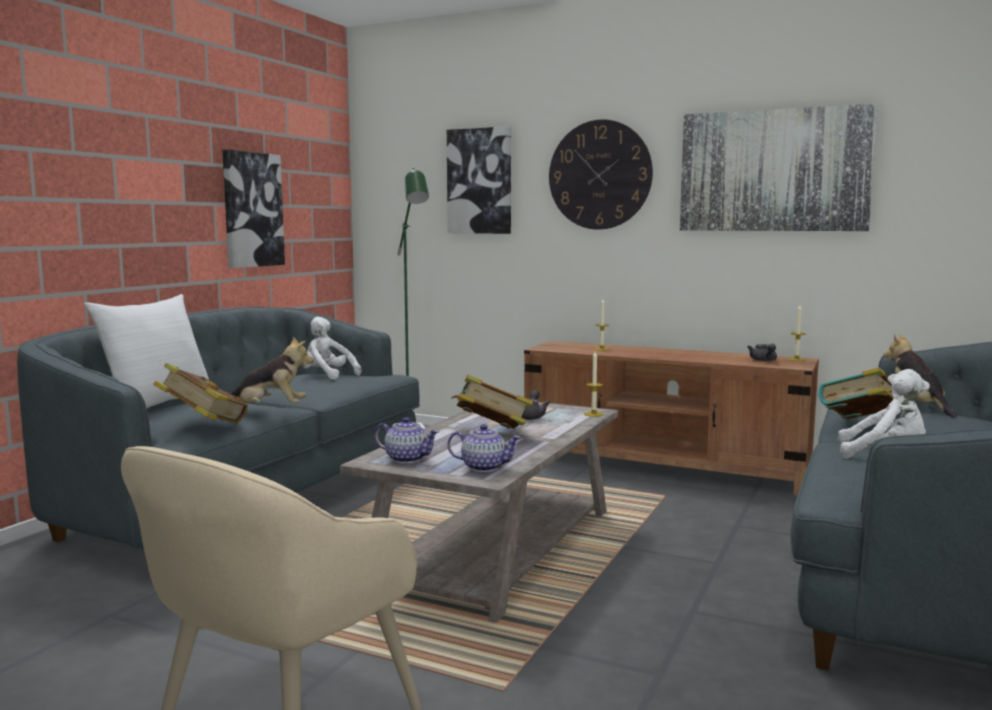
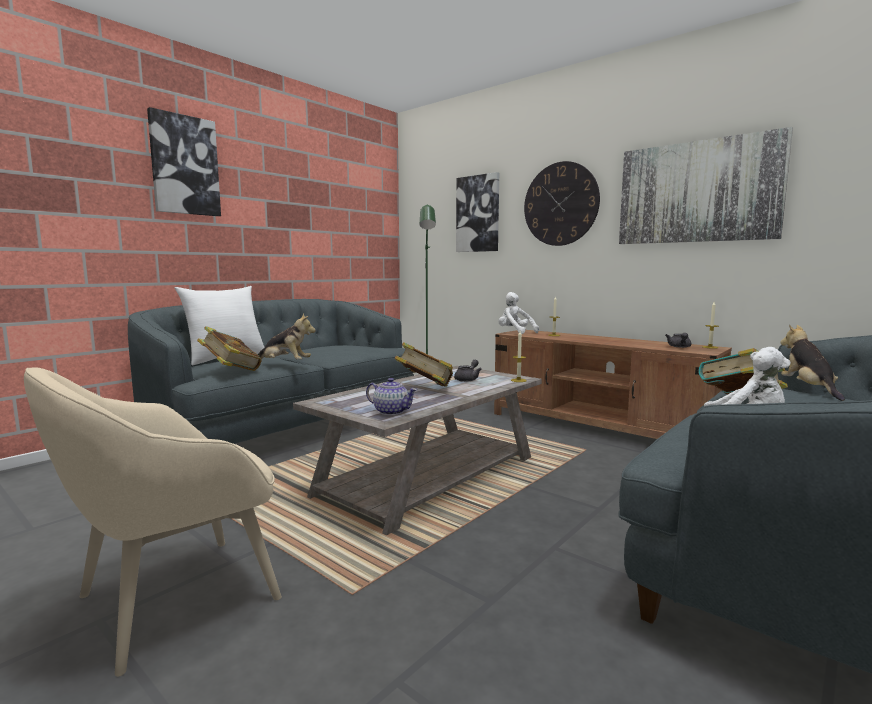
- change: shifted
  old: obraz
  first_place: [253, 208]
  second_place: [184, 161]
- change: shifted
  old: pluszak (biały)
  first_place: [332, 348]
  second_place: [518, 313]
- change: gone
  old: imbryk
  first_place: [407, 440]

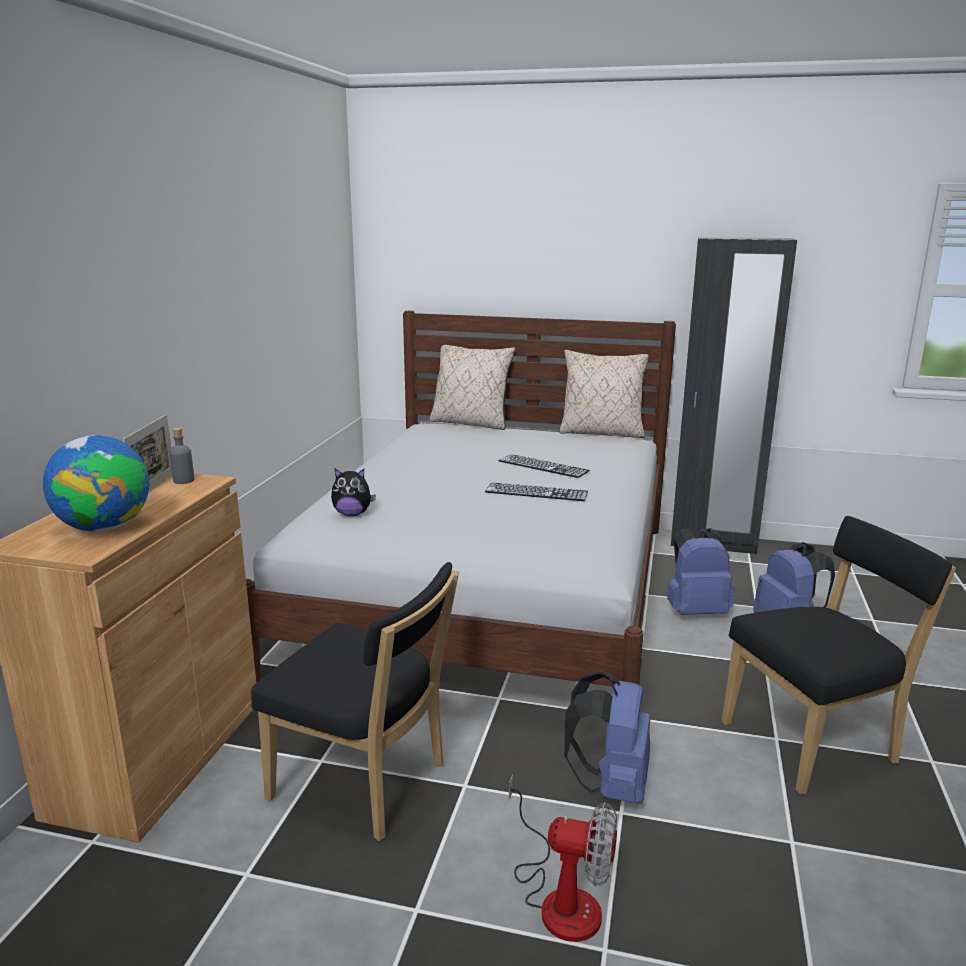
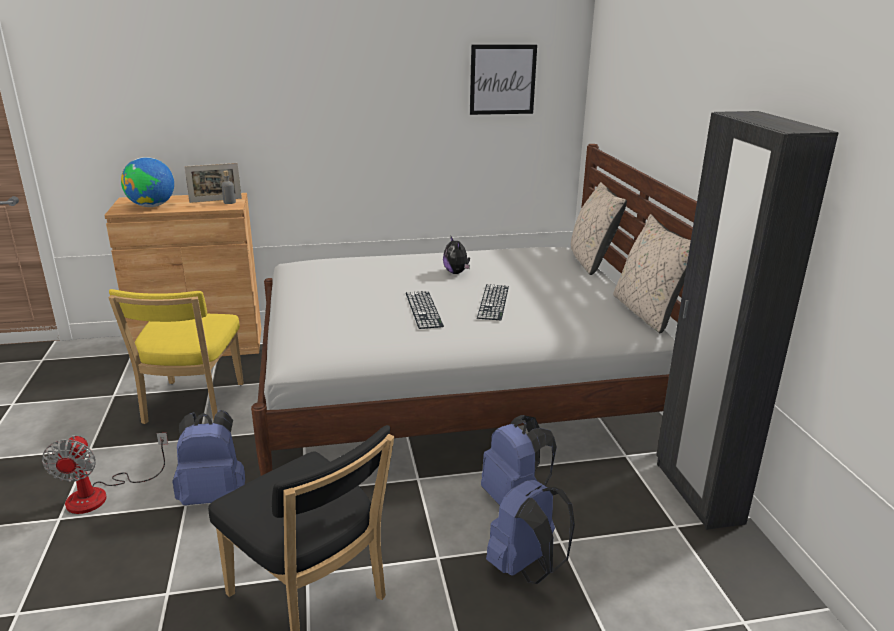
- change: repainted
  old: krzesło (czarny)
  new: krzesło (żółty)
  first_place: [355, 701]
  second_place: [176, 356]
- change: shifted
  old: pluszak
  first_place: [353, 492]
  second_place: [456, 254]
- change: new
  new: obraz
  second_place: [503, 80]

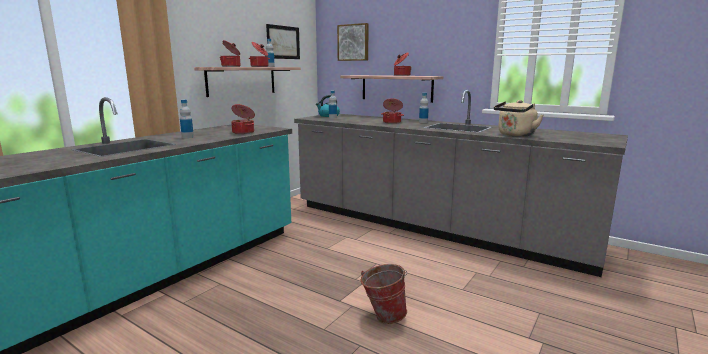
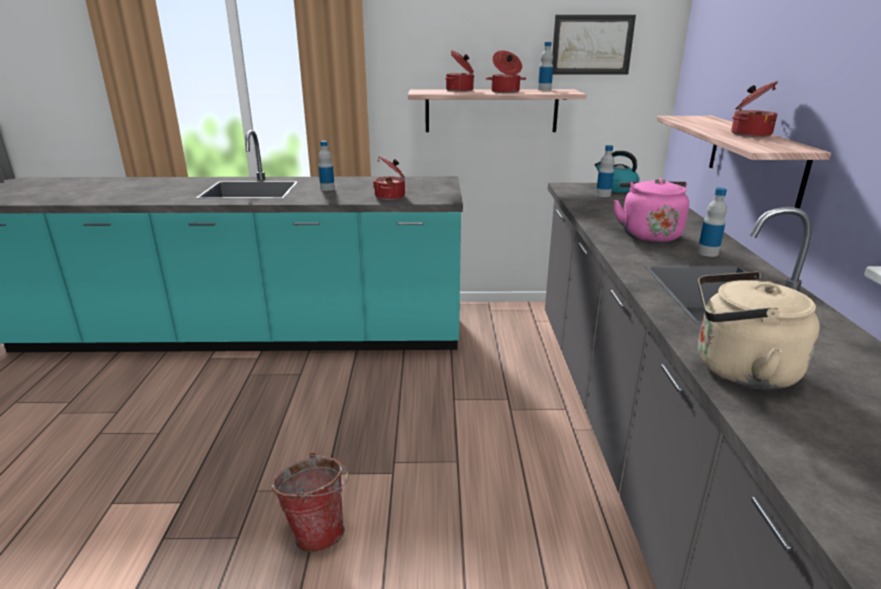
- change: swapped
  old: garnek
  new: czajnik (różowy)
  first_place: [392, 111]
  second_place: [651, 210]
- change: gone
  old: obraz
  first_place: [353, 42]

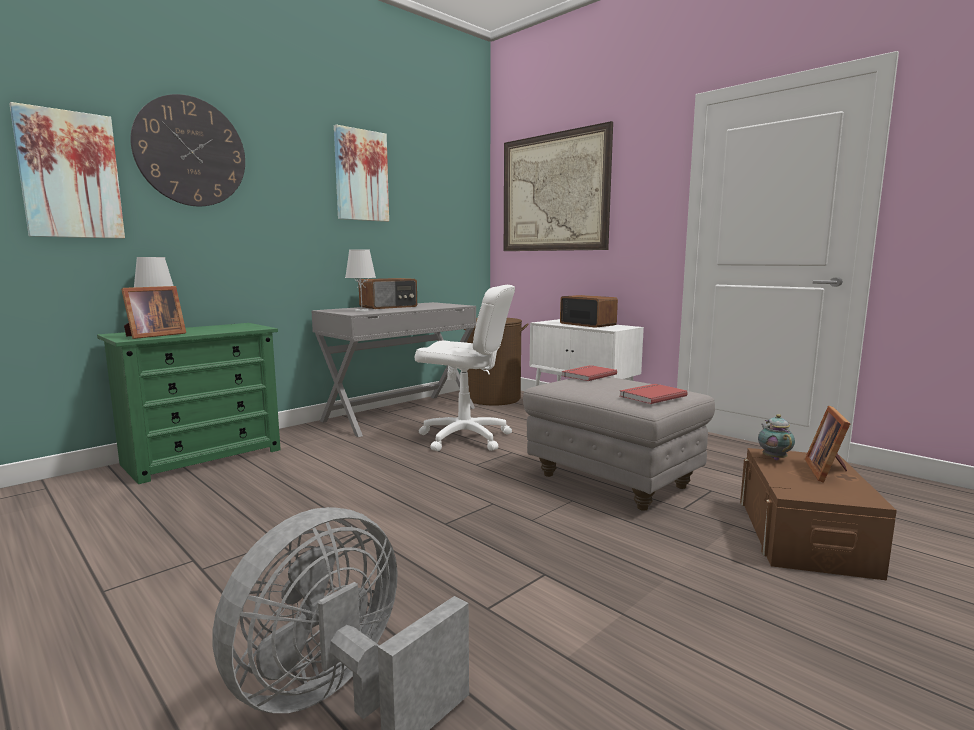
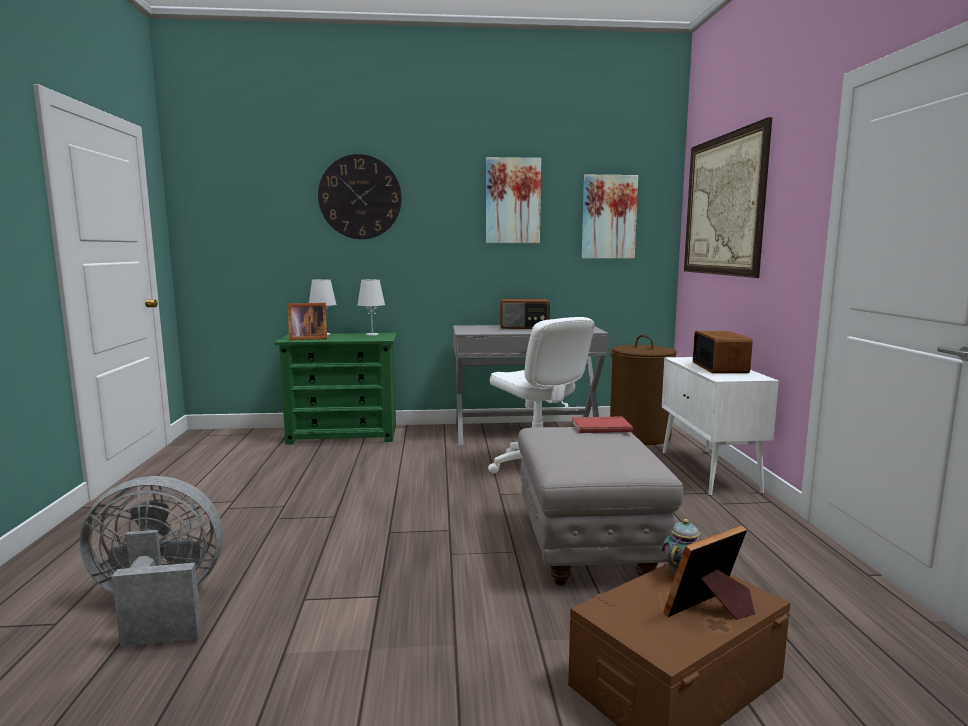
- change: shifted
  old: lampa stołowa (biały)
  first_place: [360, 280]
  second_place: [371, 307]
- change: shifted
  old: obraz
  first_place: [67, 170]
  second_place: [610, 217]
- change: gone
  old: książka (czerwony)
  first_place: [654, 394]

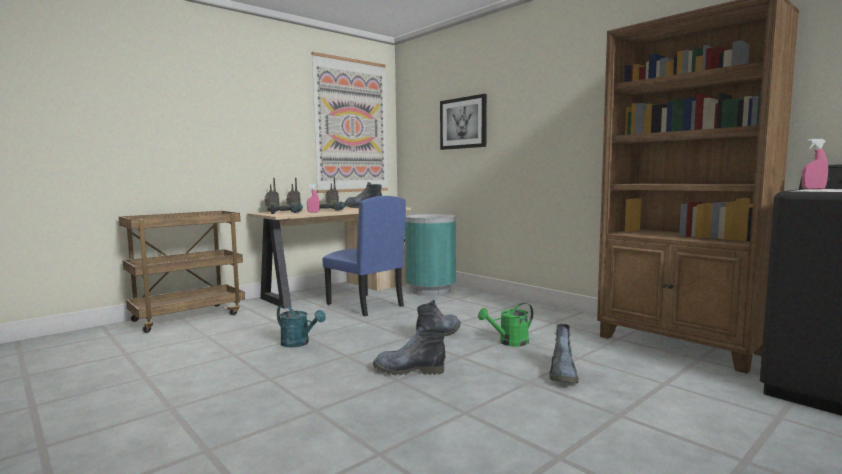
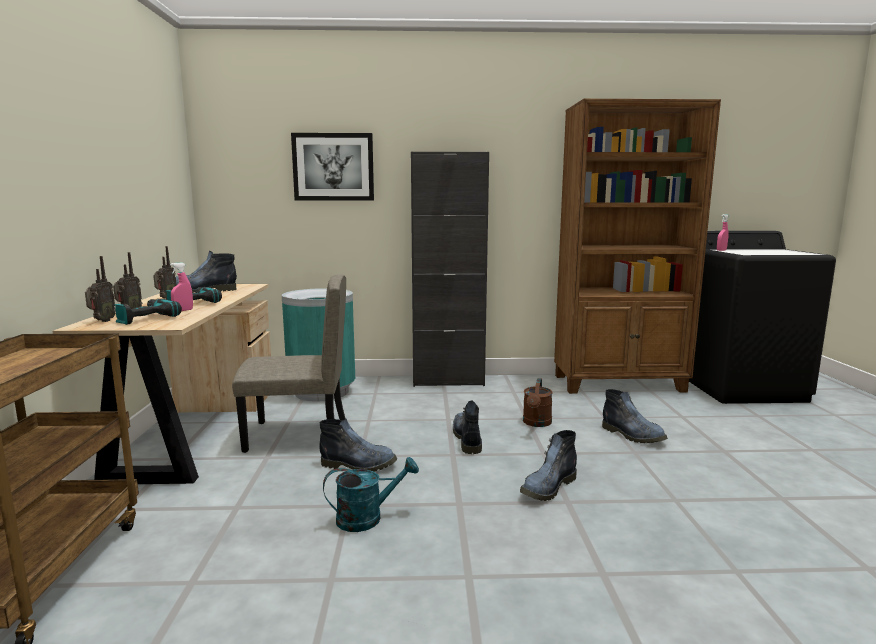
- change: repainted
  old: krzesło (niebieski)
  new: krzesło (beżowy)
  first_place: [364, 256]
  second_place: [289, 363]
- change: new
  new: but z cholewką
  second_place: [358, 445]
- change: new
  new: szafka (czarny)
  second_place: [450, 269]
- change: repainted
  old: konewka (zielony)
  new: konewka (brązowy)
  first_place: [505, 325]
  second_place: [538, 402]
- change: gone
  old: obraz
  first_place: [349, 122]

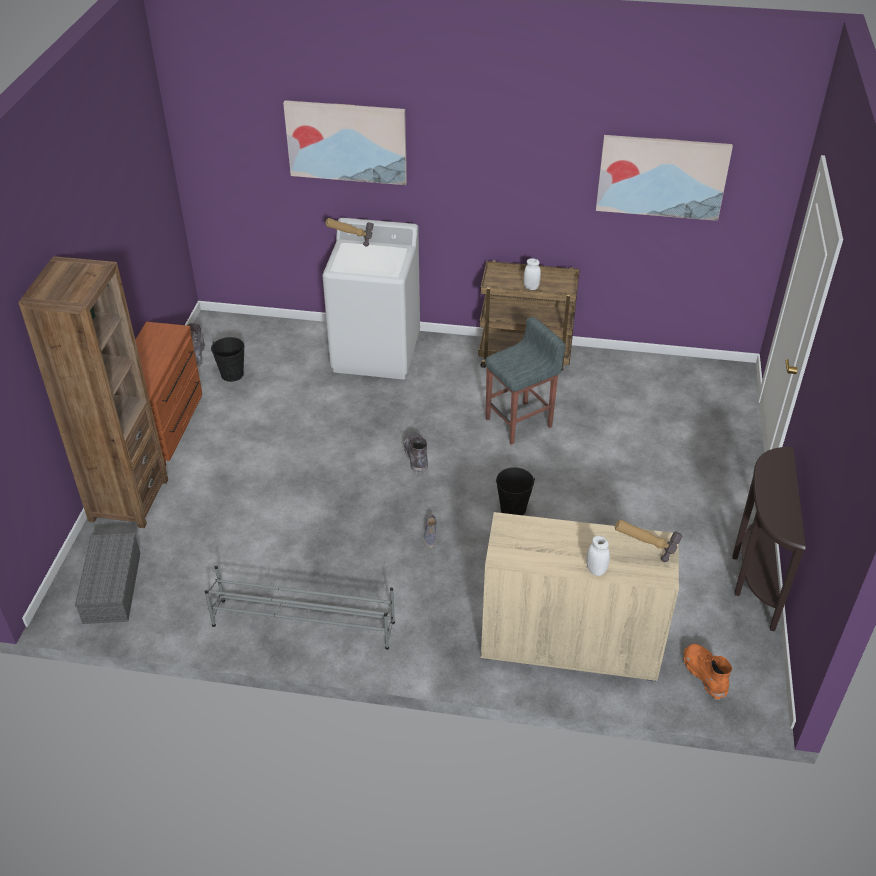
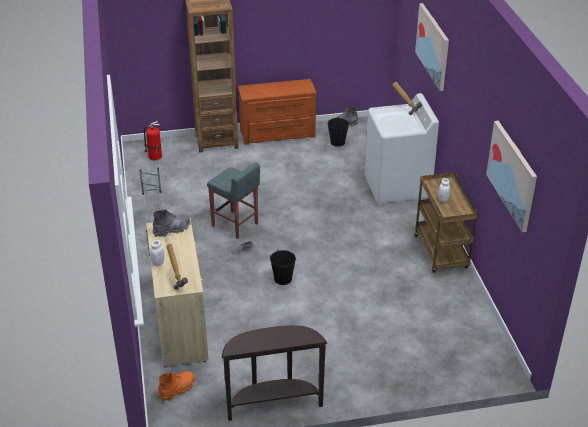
- change: swapped
  old: pojemnik do przechowywania (szary)
  new: gaśnica
  first_place: [107, 578]
  second_place: [153, 140]
- change: shifted
  old: but z cholewką (szary)
  first_place: [416, 453]
  second_place: [171, 223]
- change: shifted
  old: stołek (szary)
  first_place: [525, 381]
  second_place: [233, 201]

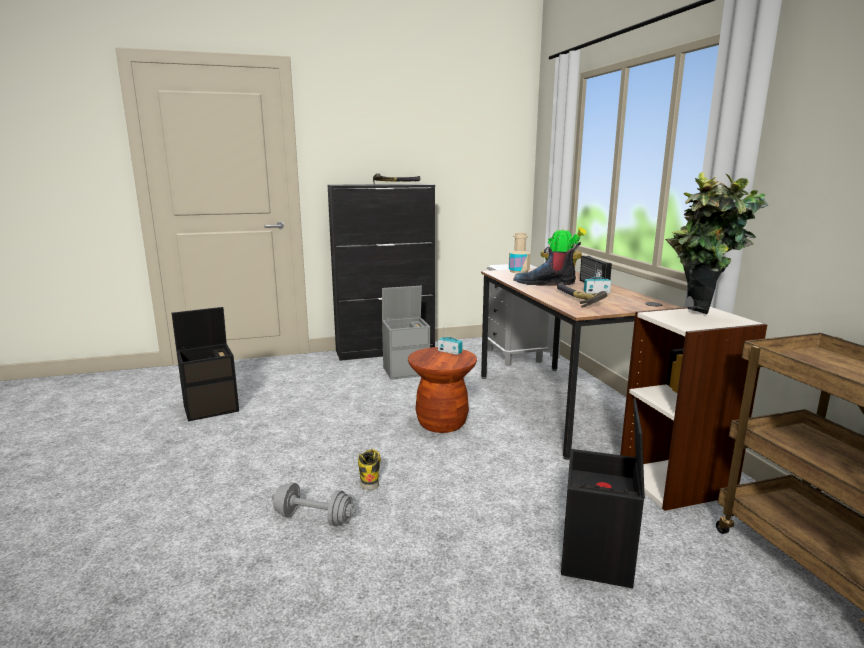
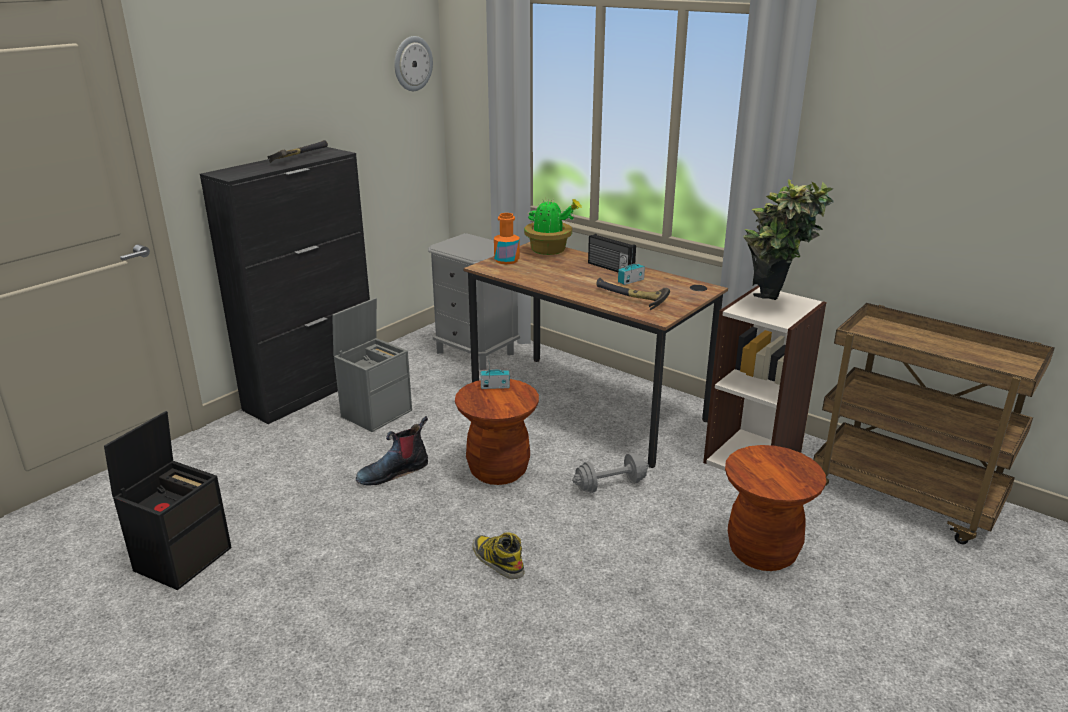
- change: shifted
  old: but z cholewką
  first_place: [547, 264]
  second_place: [392, 450]
- change: new
  new: zegar ścienny
  second_place: [413, 63]
- change: repainted
  old: butelka (beżowy)
  new: butelka (pomarańczowy)
  first_place: [520, 253]
  second_place: [507, 238]
- change: shifted
  old: hantel (szary)
  first_place: [314, 504]
  second_place: [610, 473]
- change: swapped
  old: pojemnik do przechowywania (czarny)
  new: stołek (brązowy)
  first_place: [603, 493]
  second_place: [775, 508]

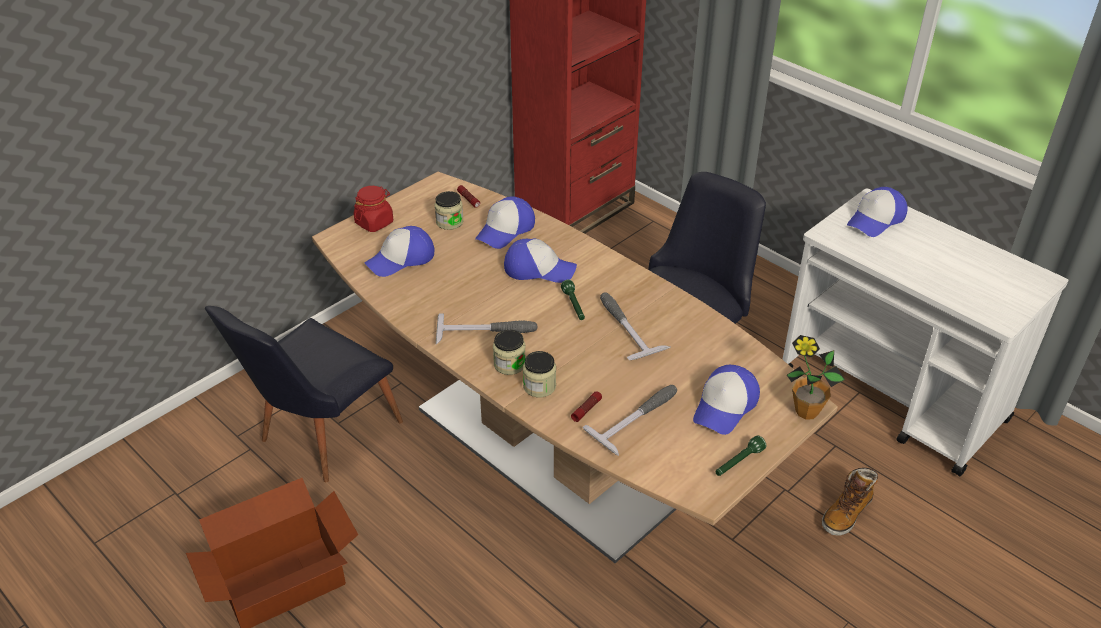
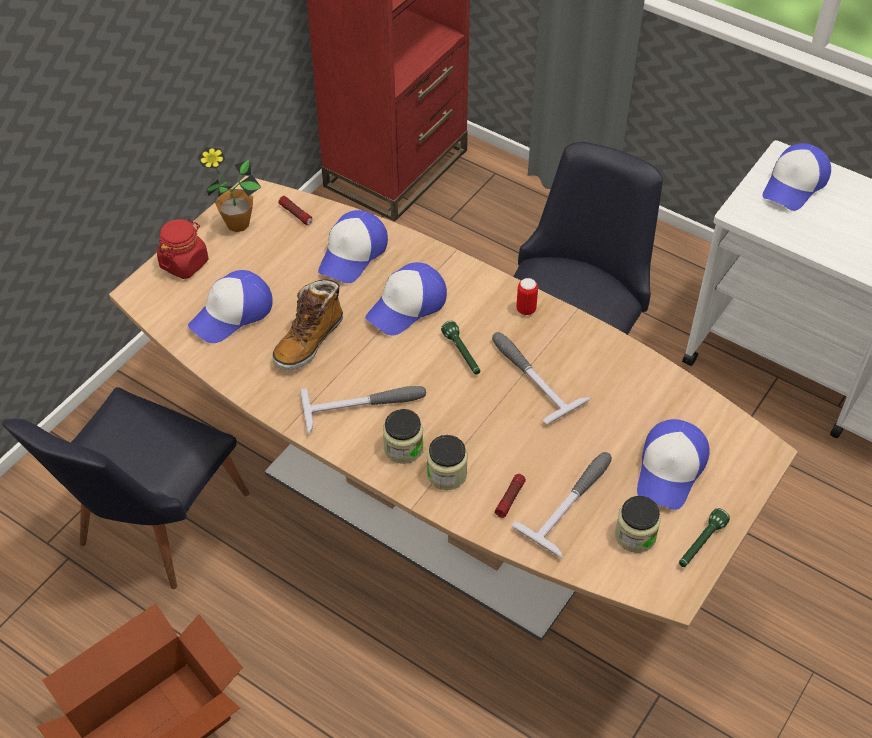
- change: shifted
  old: roślina doniczkowa
  first_place: [816, 377]
  second_place: [229, 189]
- change: shifted
  old: but z cholewką
  first_place: [850, 502]
  second_place: [307, 324]
- change: rotated
  old: czapka z daszkiem
  first_place: [540, 261]
  second_place: [406, 298]
  degrees: 135
- change: new
  new: puszka
  second_place: [527, 296]
- change: shifted
  old: słoik
  first_place: [449, 210]
  second_place: [638, 524]

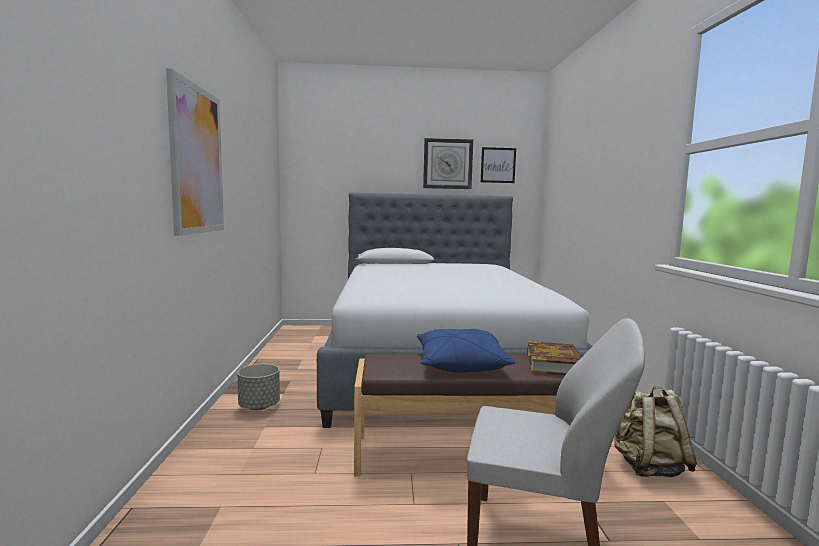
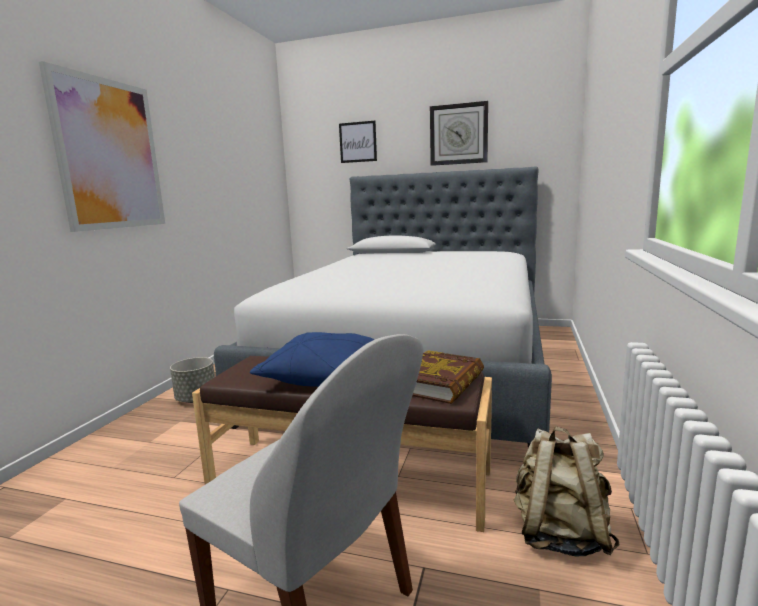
- change: shifted
  old: obraz
  first_place: [498, 165]
  second_place: [358, 142]

